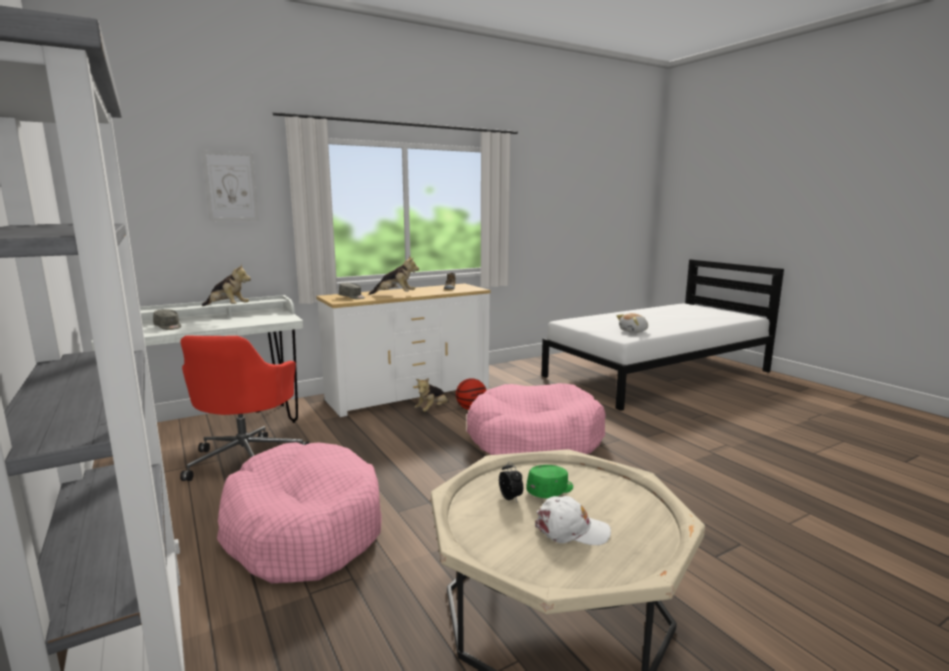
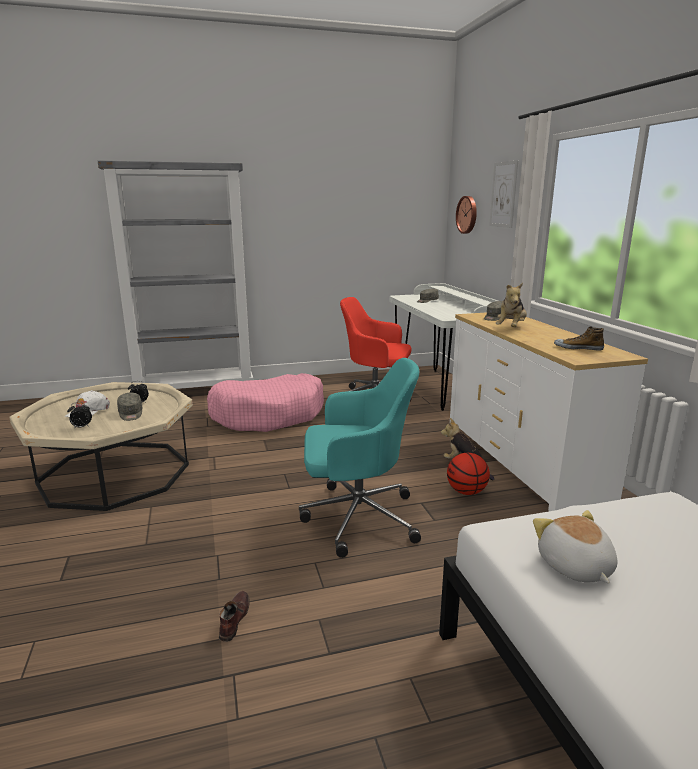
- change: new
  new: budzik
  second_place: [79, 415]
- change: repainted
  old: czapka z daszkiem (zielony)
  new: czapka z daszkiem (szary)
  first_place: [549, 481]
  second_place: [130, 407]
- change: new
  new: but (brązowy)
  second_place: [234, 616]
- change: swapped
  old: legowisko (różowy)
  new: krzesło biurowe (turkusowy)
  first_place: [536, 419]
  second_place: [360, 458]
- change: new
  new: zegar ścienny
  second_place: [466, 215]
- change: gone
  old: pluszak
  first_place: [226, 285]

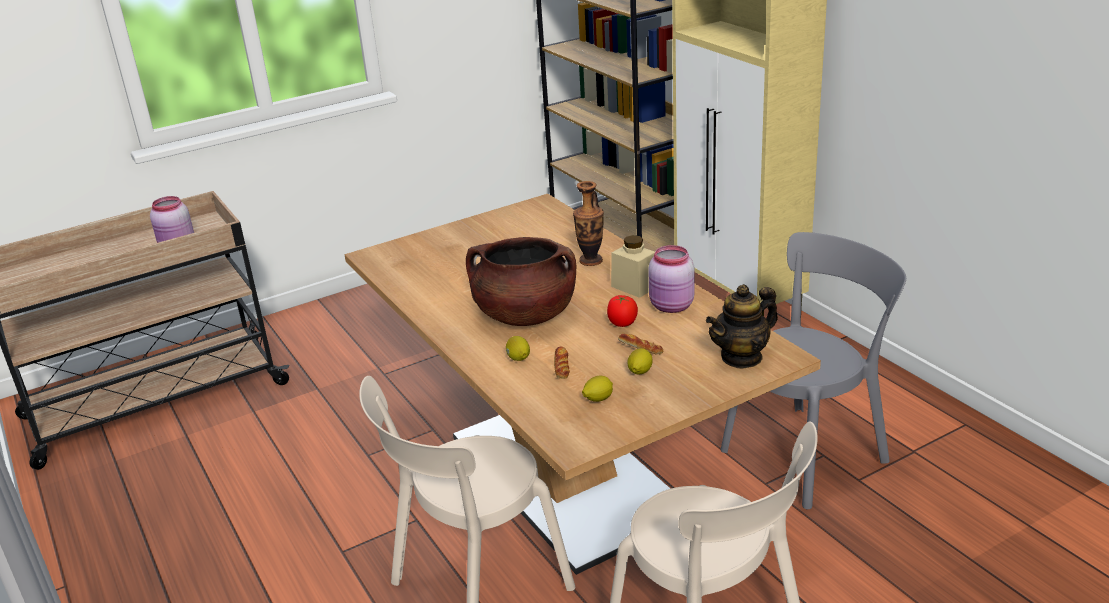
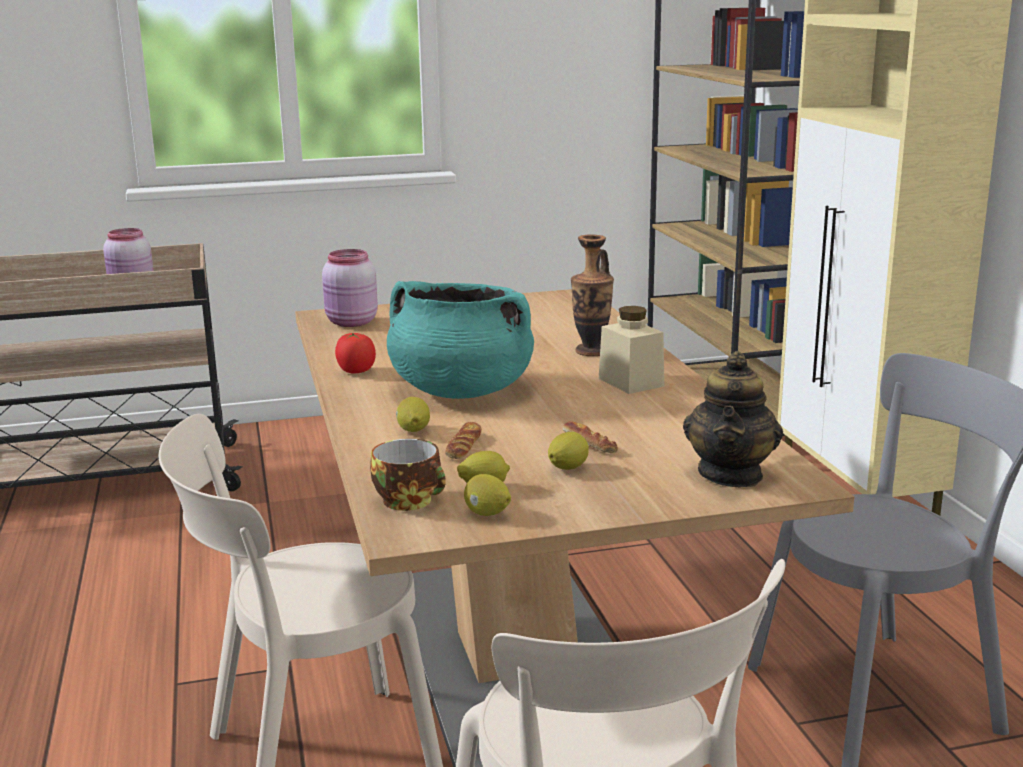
- change: shifted
  old: słoik (różowy)
  first_place: [671, 279]
  second_place: [350, 288]
- change: shifted
  old: pomidor
  first_place: [622, 311]
  second_place: [355, 353]
- change: new
  new: filiżanka
  second_place: [408, 475]
- change: repainted
  old: garnek (brązowy)
  new: garnek (turkusowy)
  first_place: [521, 281]
  second_place: [460, 340]
- change: new
  new: cytryna
  second_place: [487, 495]
- change: rotated
  old: imbryk
  first_place: [742, 326]
  second_place: [733, 419]
  degrees: -60

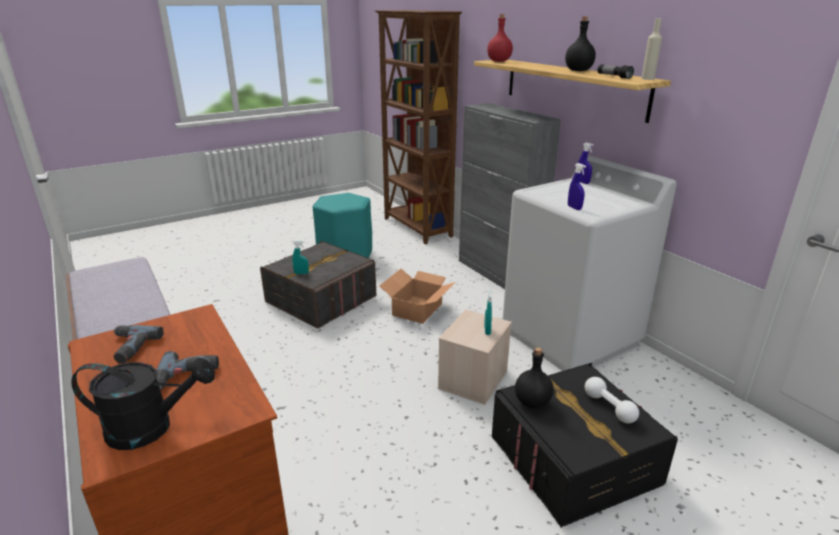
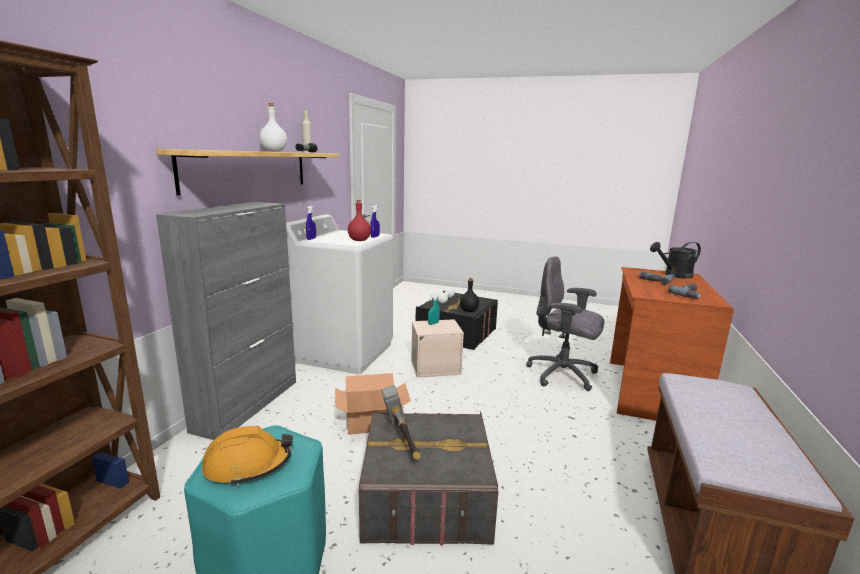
- change: new
  new: kask (pomarańczowy)
  second_place: [247, 456]
- change: repainted
  old: butelka (czarny)
  new: butelka (biały)
  first_place: [580, 43]
  second_place: [273, 127]
- change: shifted
  old: butelka (czerwony)
  first_place: [500, 38]
  second_place: [359, 220]
- change: new
  new: młotek
  second_place: [400, 422]
- change: new
  new: krzesło biurowe (szary)
  second_place: [565, 323]
- change: rotated
  old: konewka (czarny)
  first_place: [143, 404]
  second_place: [675, 260]
  degrees: -60
- change: gone
  old: spryskiwacz (turkusowy)
  first_place: [300, 257]

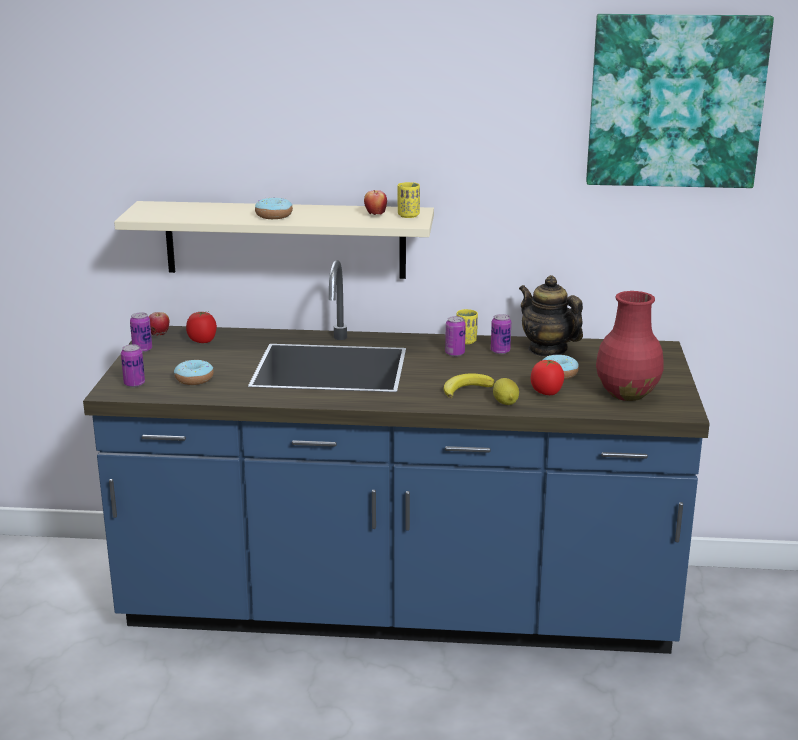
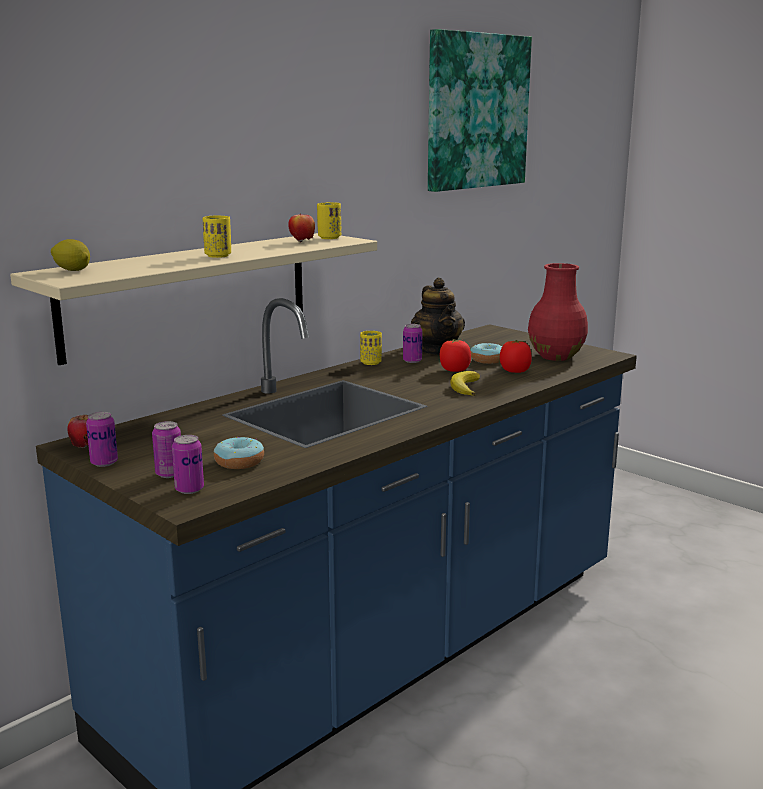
- change: shifted
  old: cytryna
  first_place: [506, 391]
  second_place: [70, 255]
- change: shifted
  old: puszka
  first_place: [455, 336]
  second_place: [166, 449]
- change: swapped
  old: donut
  new: filiżanka (żółty)
  first_place: [274, 208]
  second_place: [217, 236]
- change: rotated
  old: imbryk
  first_place: [551, 316]
  second_place: [438, 316]
  degrees: -105
- change: shifted
  old: pomidor
  first_place: [201, 327]
  second_place: [455, 355]

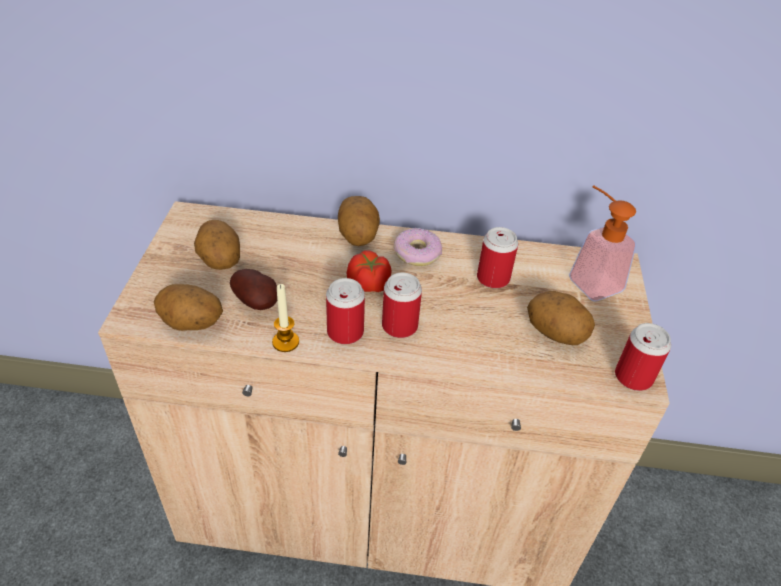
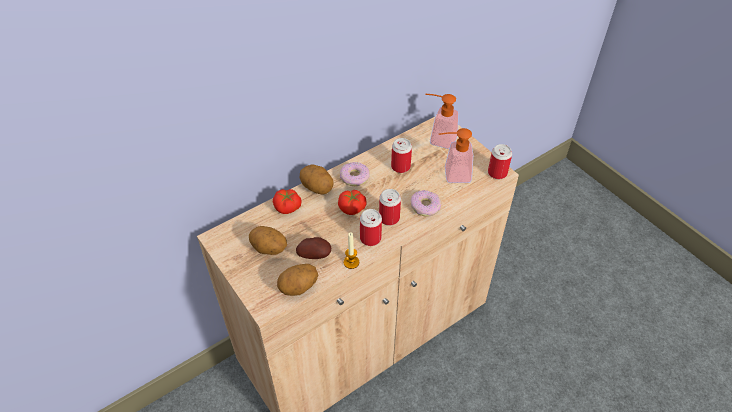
- change: new
  new: pomidor
  second_place: [287, 201]
- change: new
  new: donut
  second_place: [425, 203]
- change: swapped
  old: ziemniak
  new: dozownik mydła
  first_place: [561, 318]
  second_place: [456, 155]

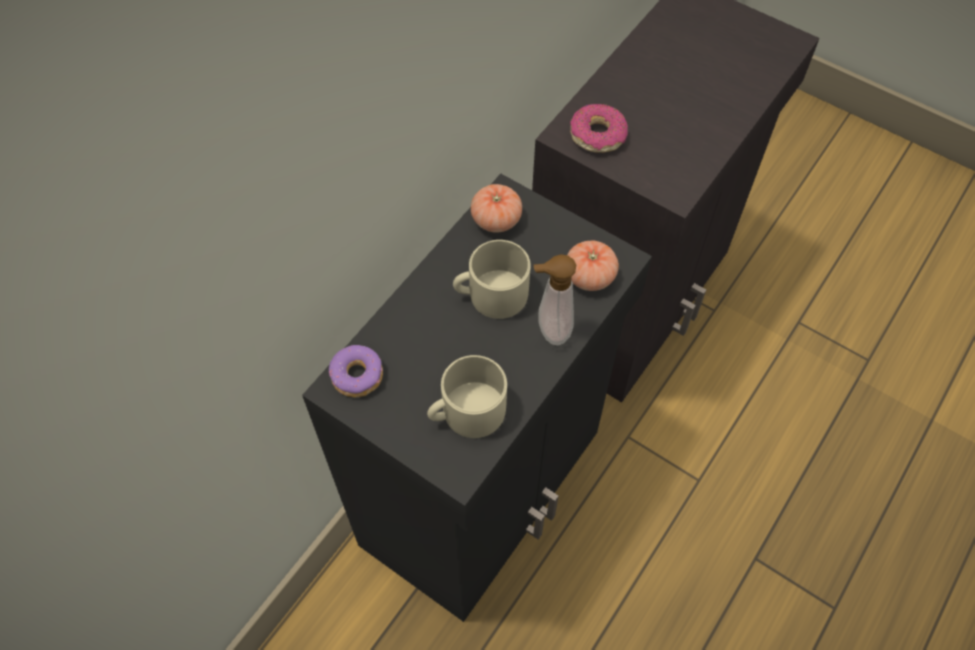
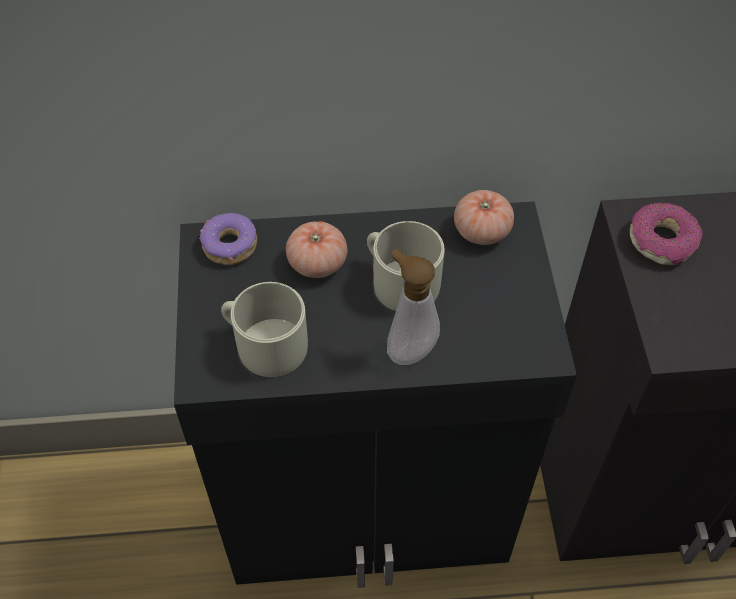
- change: shifted
  old: pomidor
  first_place: [593, 265]
  second_place: [317, 249]

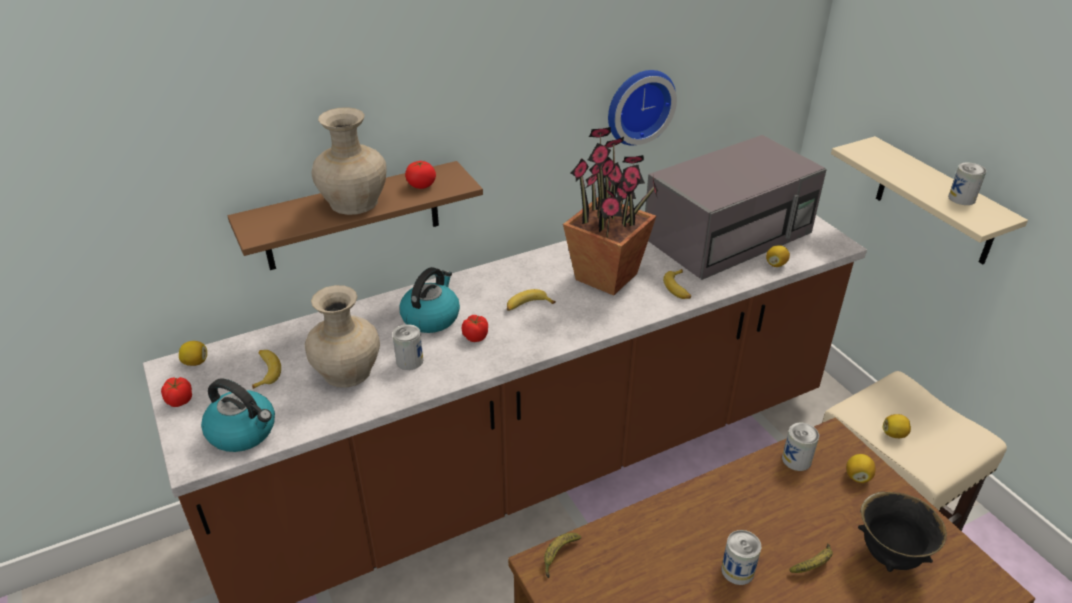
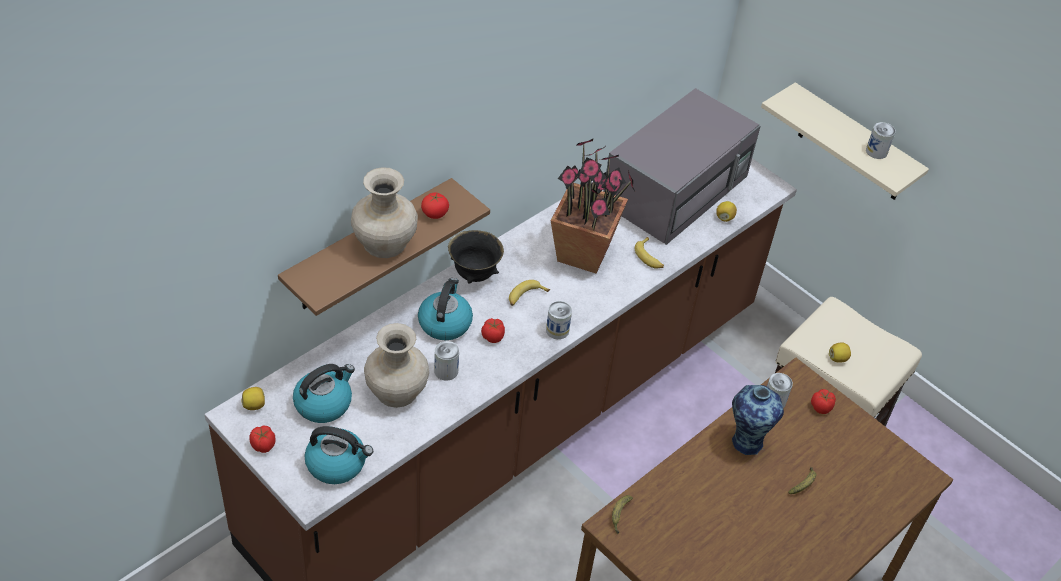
- change: swapped
  old: banan
  new: czajnik
  first_place: [266, 369]
  second_place: [324, 393]
- change: shifted
  old: miska (czarny)
  first_place: [902, 531]
  second_place: [476, 257]
- change: shifted
  old: puszka
  first_place: [741, 557]
  second_place: [559, 320]
- change: new
  new: wazon
  second_place: [758, 420]
- change: swapped
  old: cytryna
  new: pomidor
  first_place: [860, 468]
  second_place: [823, 401]
- change: gone
  old: zegar ścienny
  first_place: [642, 107]

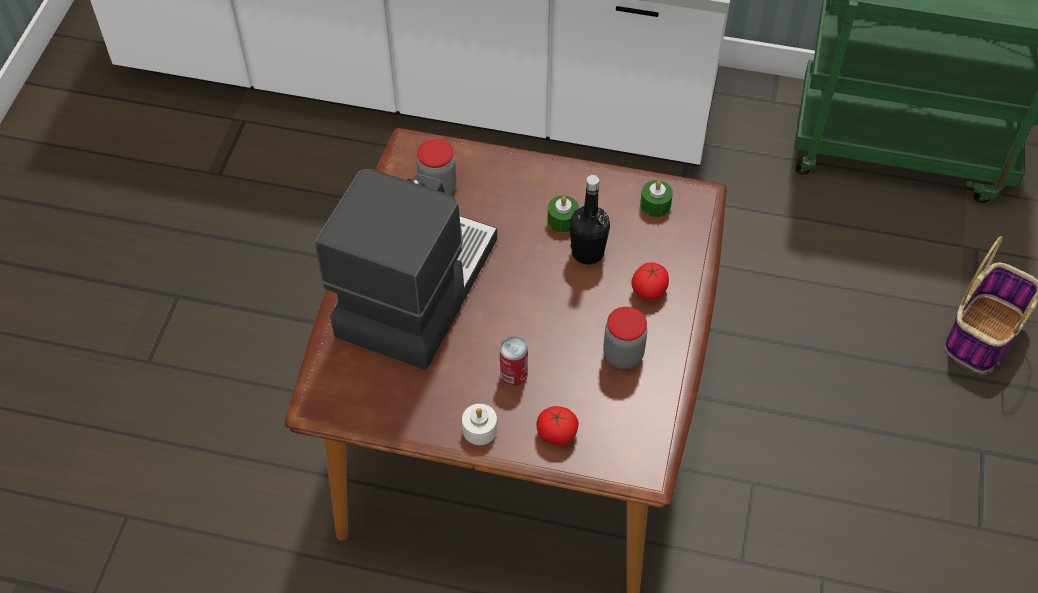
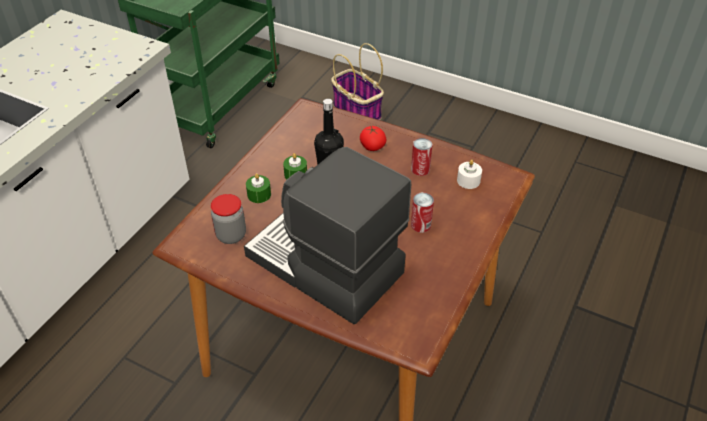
- change: shifted
  old: świeca (zielony)
  first_place: [656, 198]
  second_place: [258, 188]
- change: swapped
  old: słoik
  new: puszka
  first_place: [625, 338]
  second_place: [422, 157]
- change: shifted
  old: świeca (biały)
  first_place: [479, 424]
  second_place: [469, 174]
- change: gone
  old: pomidor
  first_place: [557, 425]

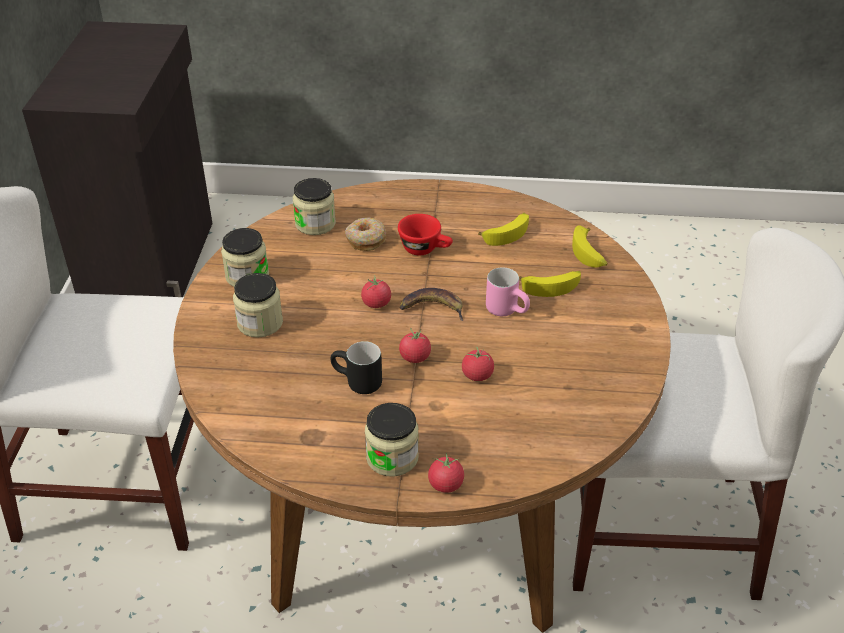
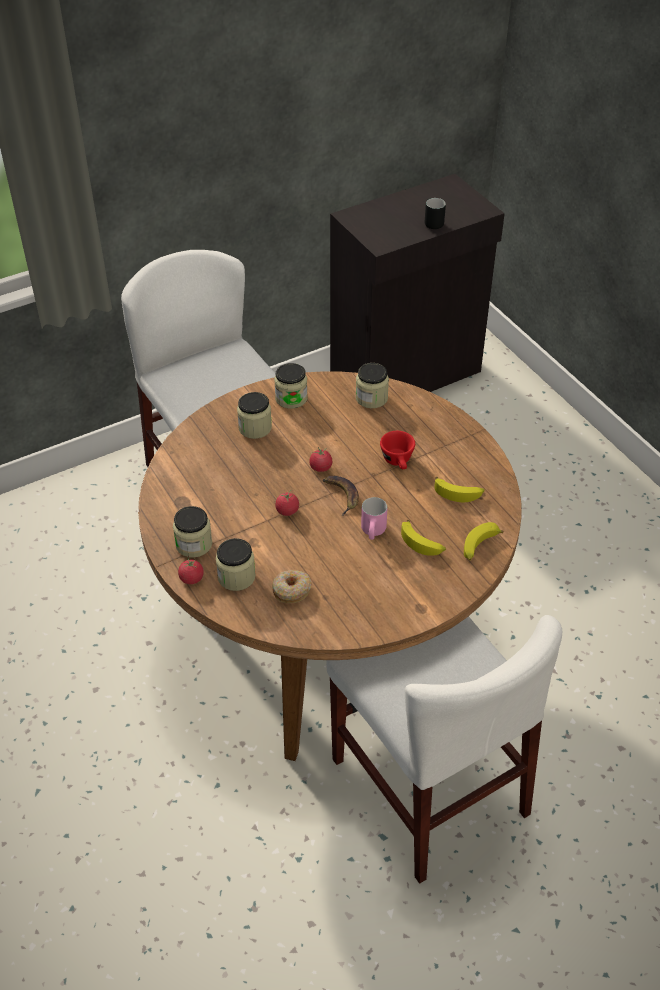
- change: new
  new: słoik
  second_place: [235, 564]
- change: shifted
  old: donut
  first_place: [365, 234]
  second_place: [292, 586]
- change: shifted
  old: kubek (czarny)
  first_place: [356, 367]
  second_place: [435, 213]
- change: gone
  old: pomidor
  first_place: [478, 364]

